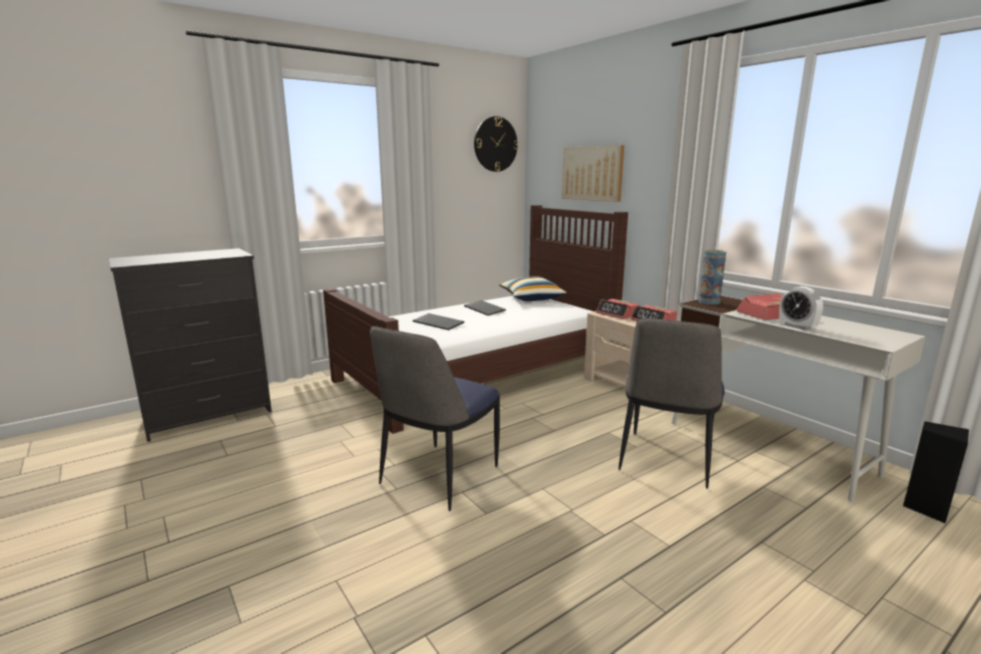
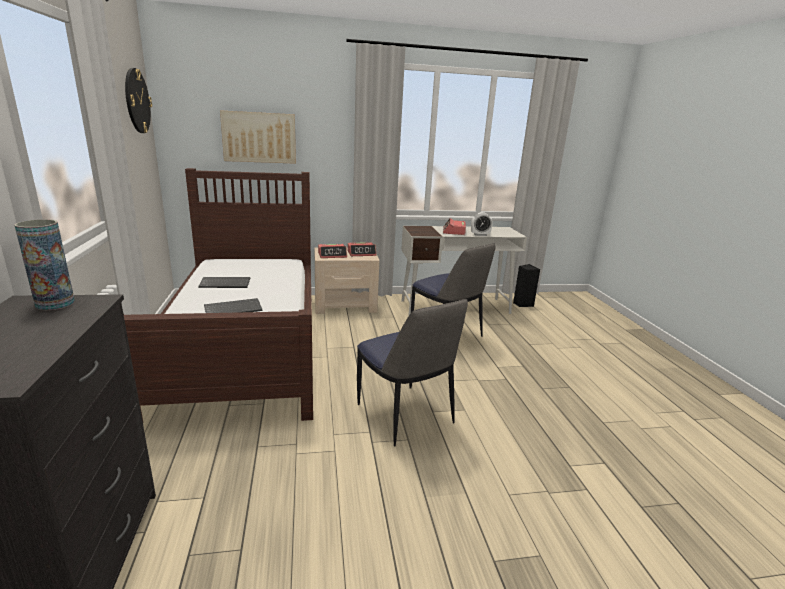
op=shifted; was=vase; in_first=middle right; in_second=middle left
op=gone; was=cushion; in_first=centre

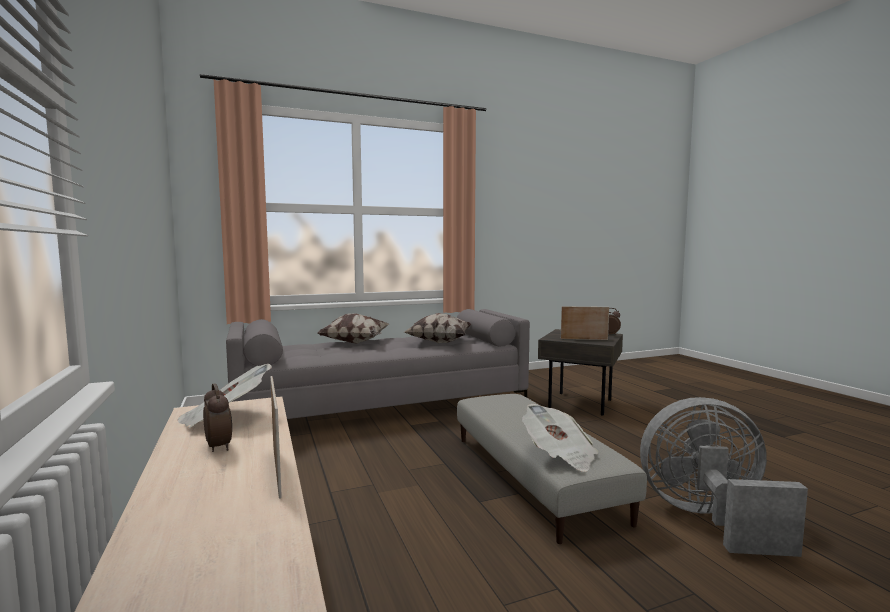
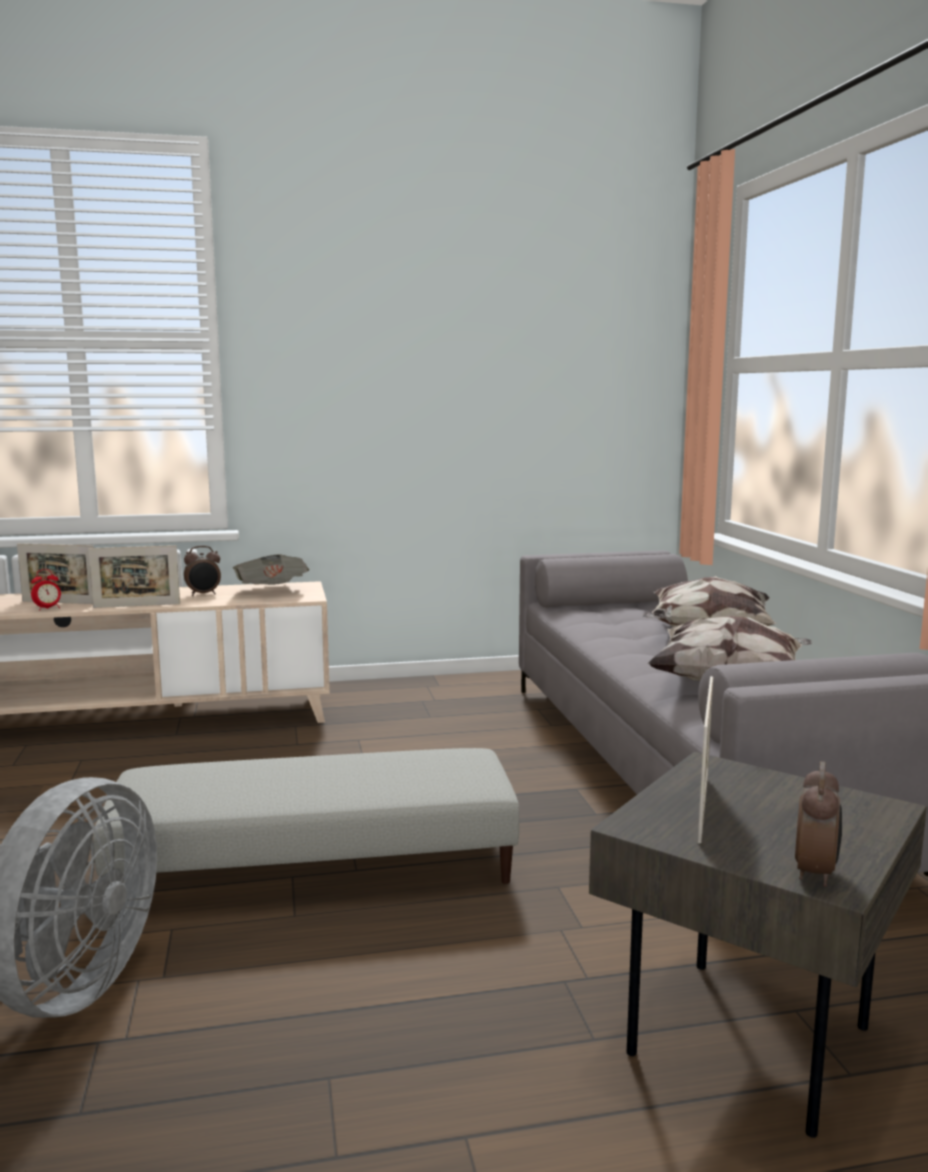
op=gone; was=printed paper (no. 2 from left); in_first=bottom centre
op=new; now=standing frame (no. 1 from left); in_second=middle left
op=new; now=table clock (no. 1 from left); in_second=middle left

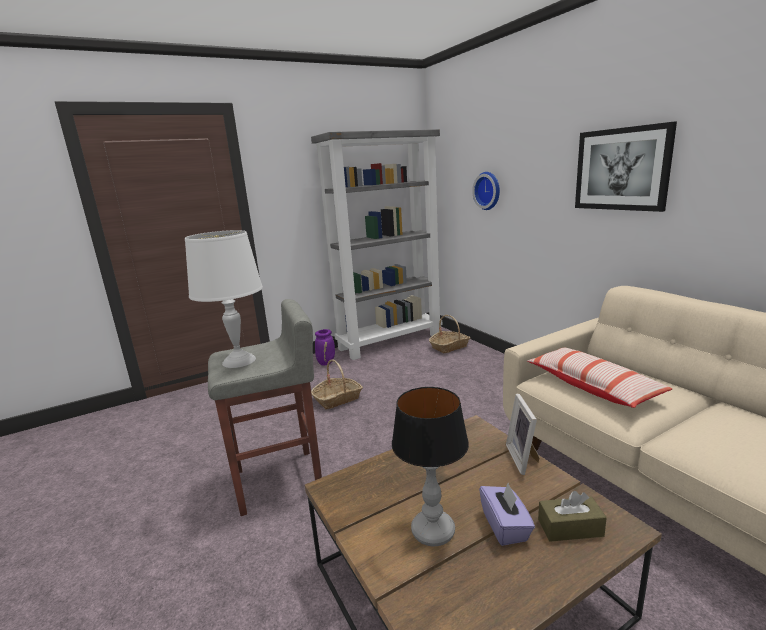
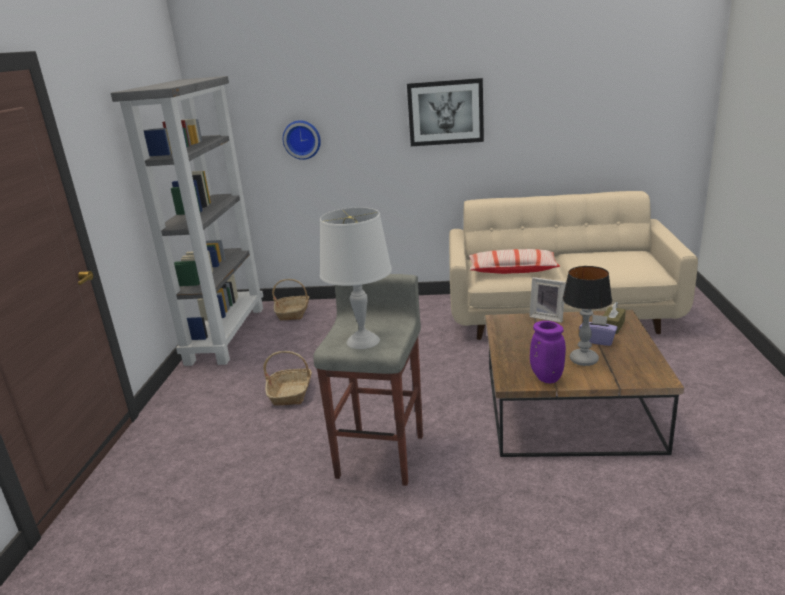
op=shifted; was=purplish vase; in_first=centre; in_second=middle right

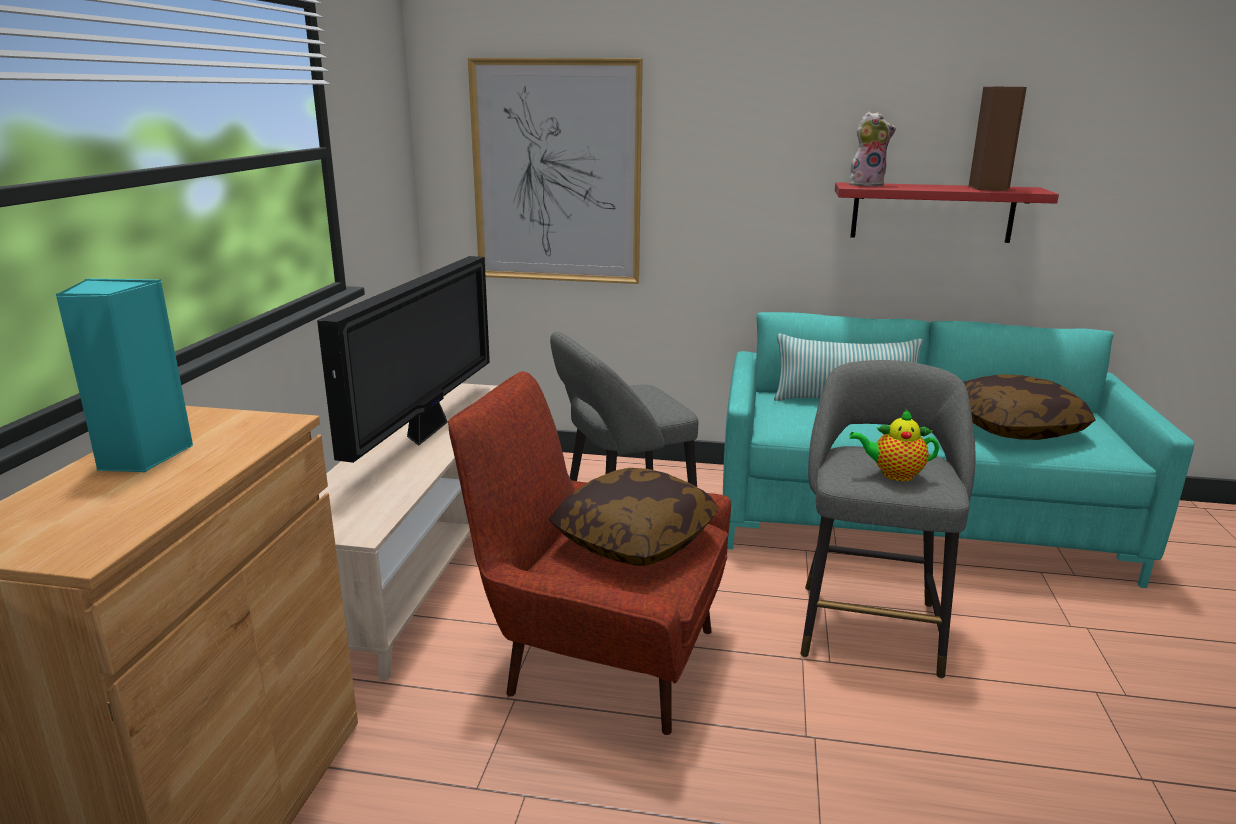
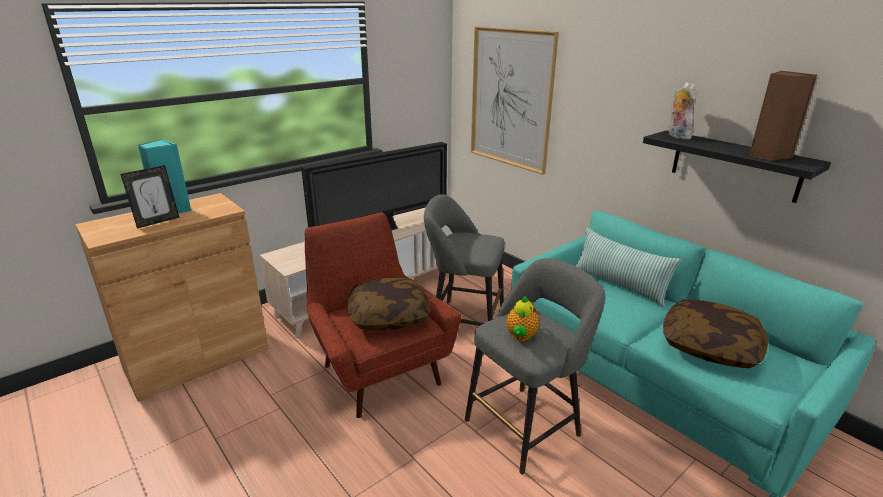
op=rotated; was=plush toy; in_first=top right; in_second=top right; clockwise=-135
op=repainted; was=reddish wall shelf; now=black wall shelf; in_first=top right; in_second=middle right
op=rotated; was=pot for tea; in_first=middle right; in_second=centre; clockwise=-120
op=new; now=standing frame; in_second=middle left

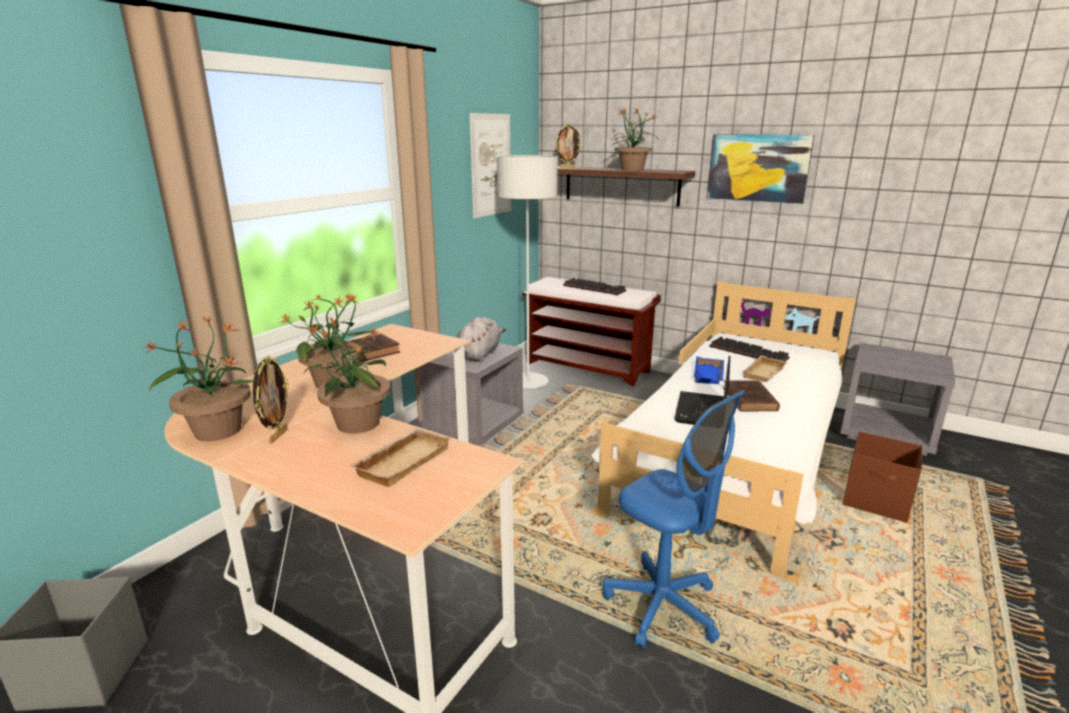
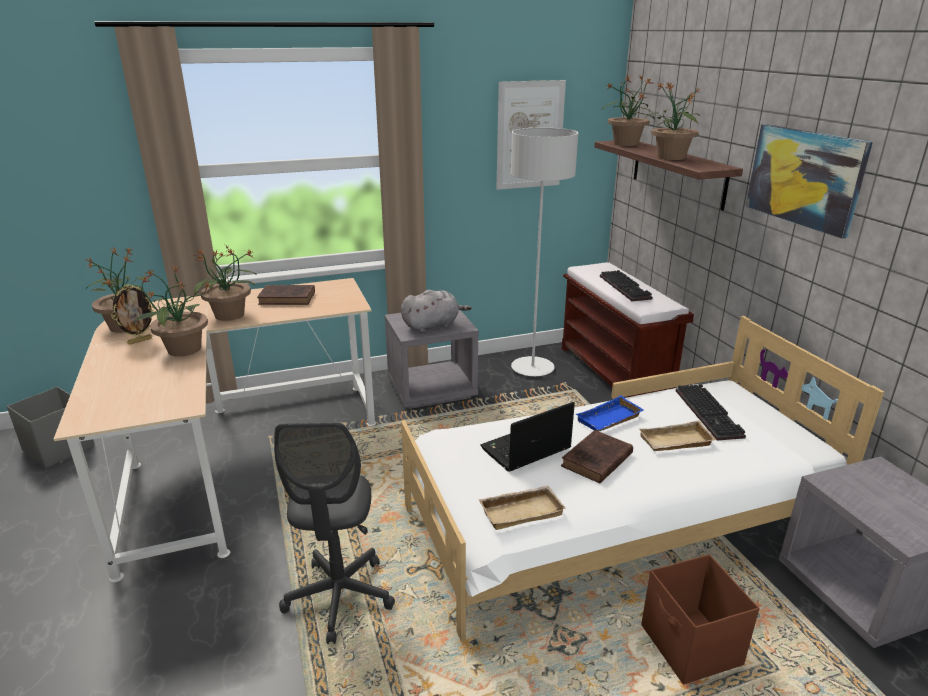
op=swapped; was=standing frame (no. 2 from left); now=plant in a pot (no. 4 from left); in_first=top centre; in_second=top right
op=repainted; was=blue desk chair; now=gray desk chair; in_first=bottom centre; in_second=bottom centre
op=shifted; was=beige serving tray (no. 1 from left); in_first=centre; in_second=bottom centre

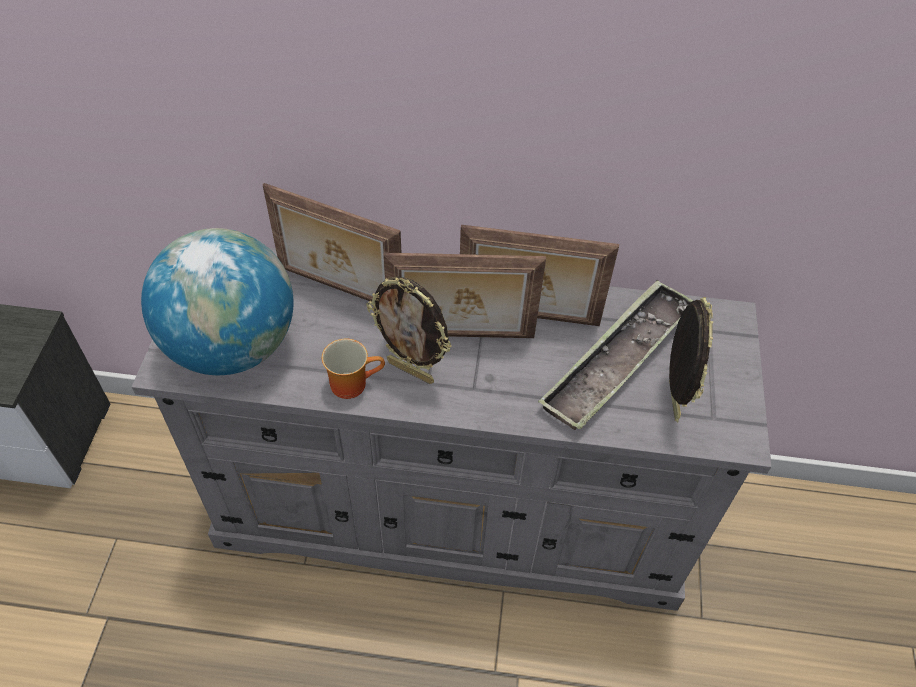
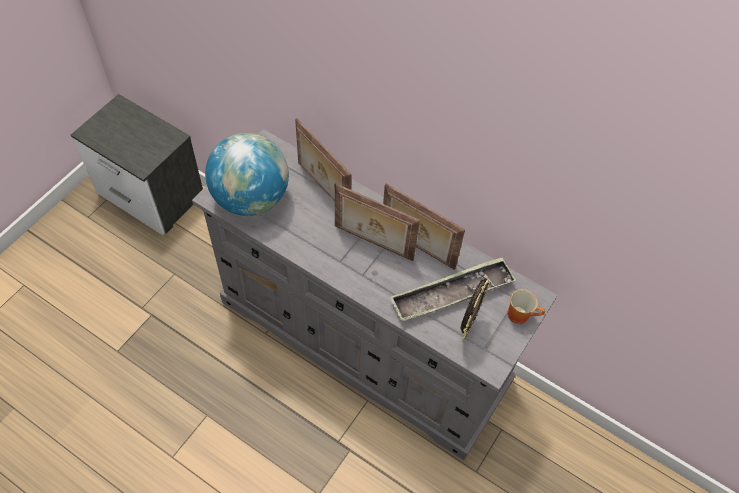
op=gone; was=standing frame (no. 2 from left); in_first=centre
op=shifted; was=tea mug; in_first=centre; in_second=middle right

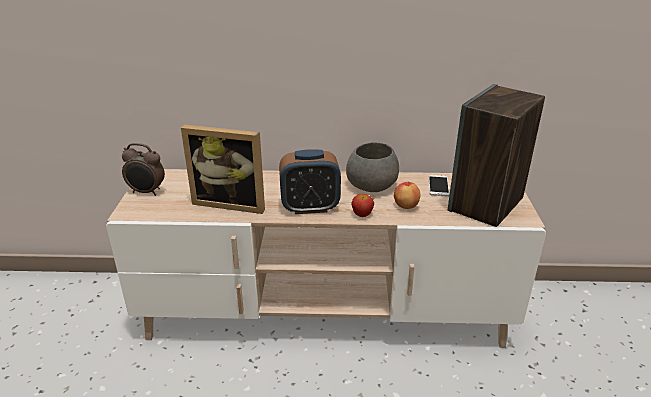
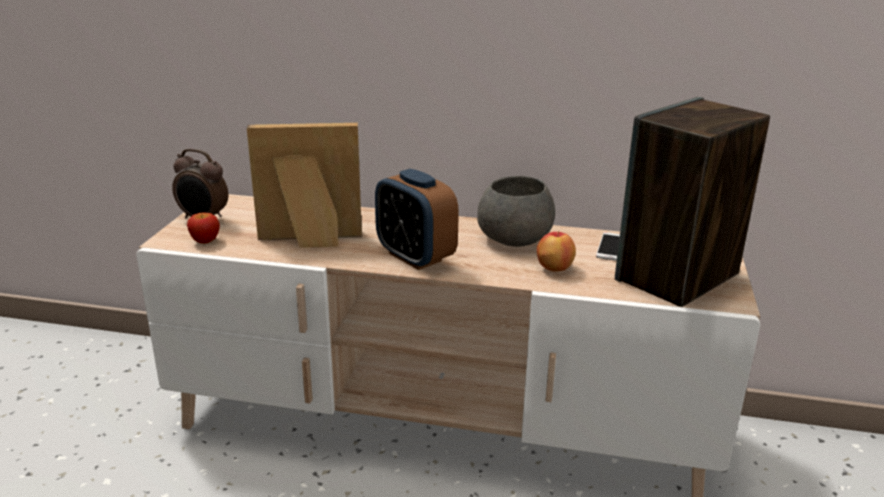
op=rotated; was=standing frame; in_first=centre; in_second=centre; clockwise=150
op=rotated; was=table clock (no. 2 from left); in_first=centre; in_second=centre; clockwise=45
op=shifted; was=whole apple (no. 1 from left); in_first=centre; in_second=middle left

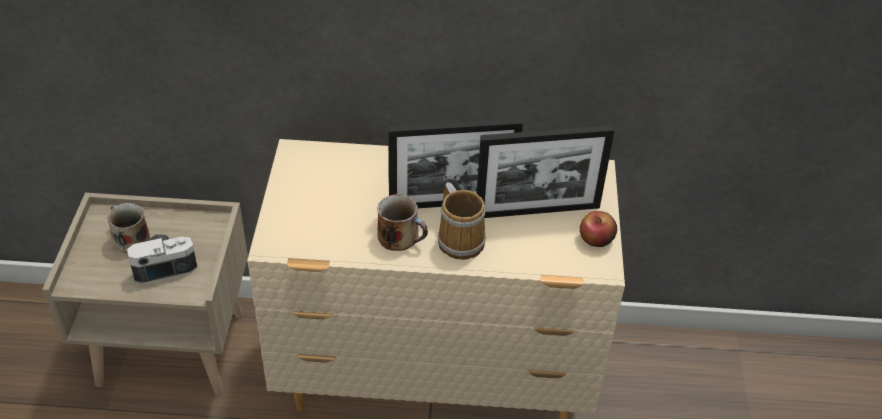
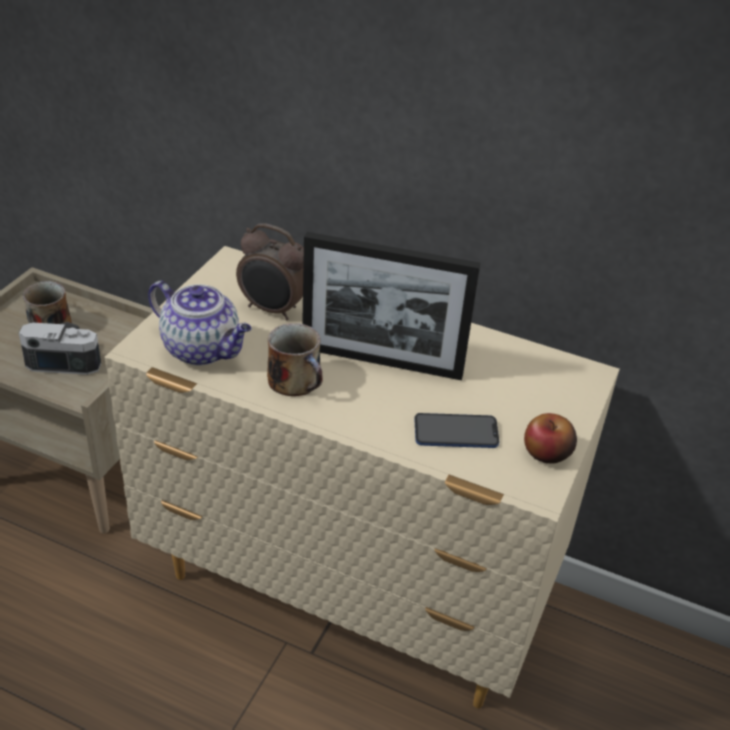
op=gone; was=standing frame (no. 2 from left); in_first=centre
op=gone; was=tea mug (no. 3 from left); in_first=centre
op=new; now=table clock; in_second=centre
op=new; now=pot for tea; in_second=middle left
op=new; now=phone; in_second=centre

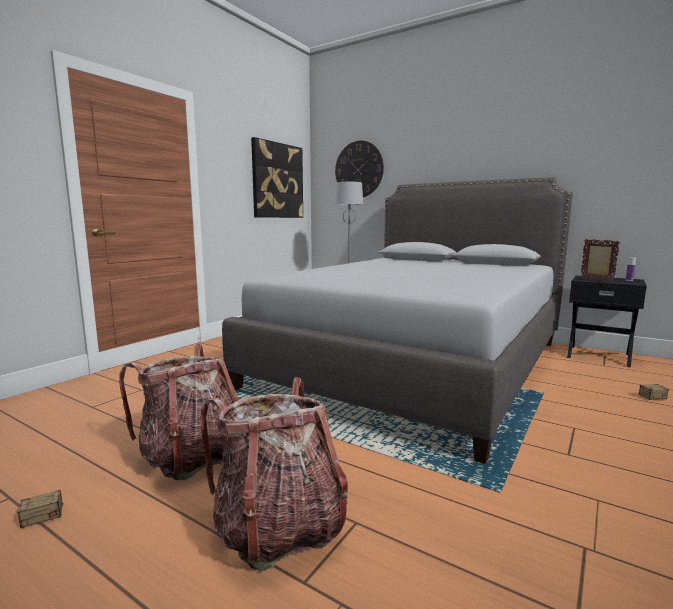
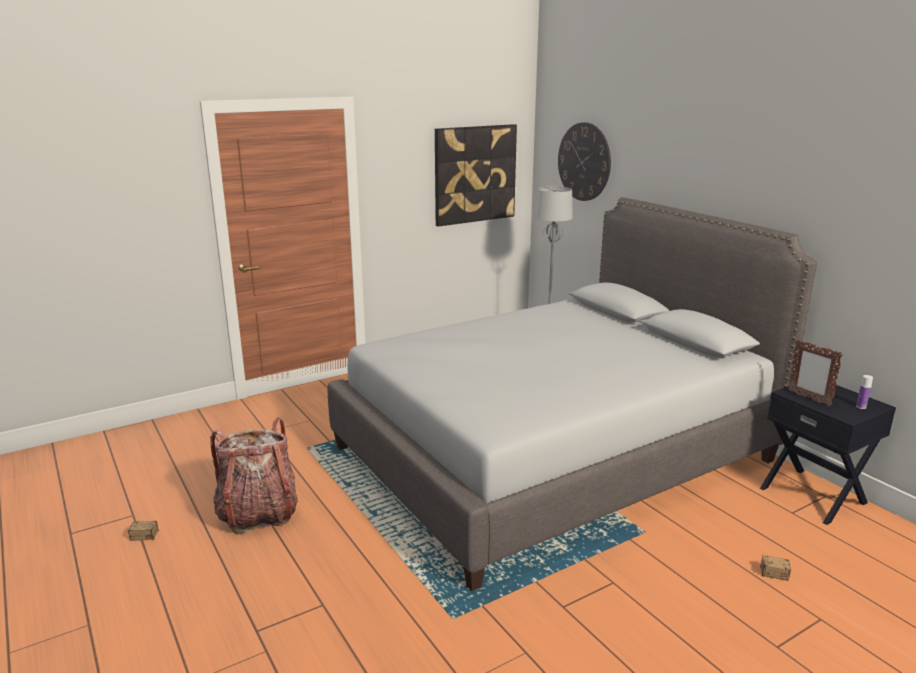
op=rotated; was=standing frame; in_first=middle right; in_second=middle right; clockwise=150
op=gone; was=rucksack (no. 2 from left); in_first=bottom centre

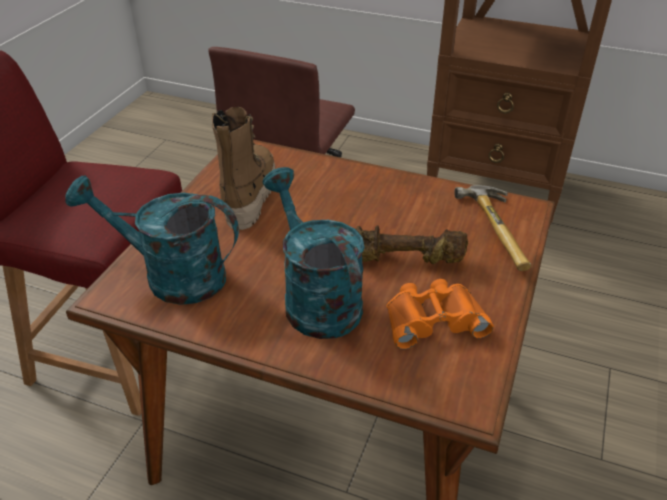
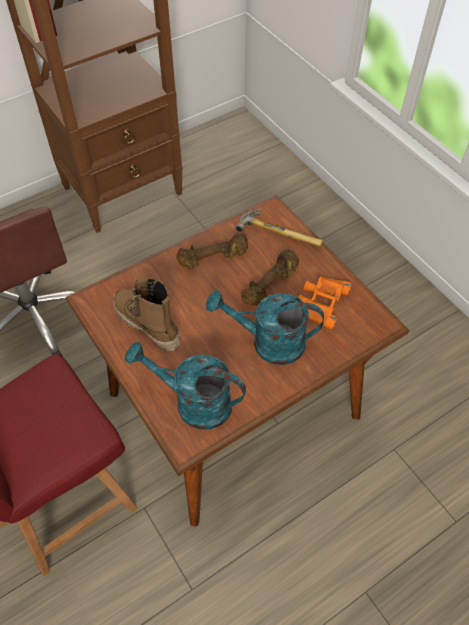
op=rotated; was=turquoise-coloured watering can (no. 1 from left); in_first=middle left; in_second=centre; clockwise=60
op=new; now=brown-coloured hand weight (no. 1 from left); in_second=centre

